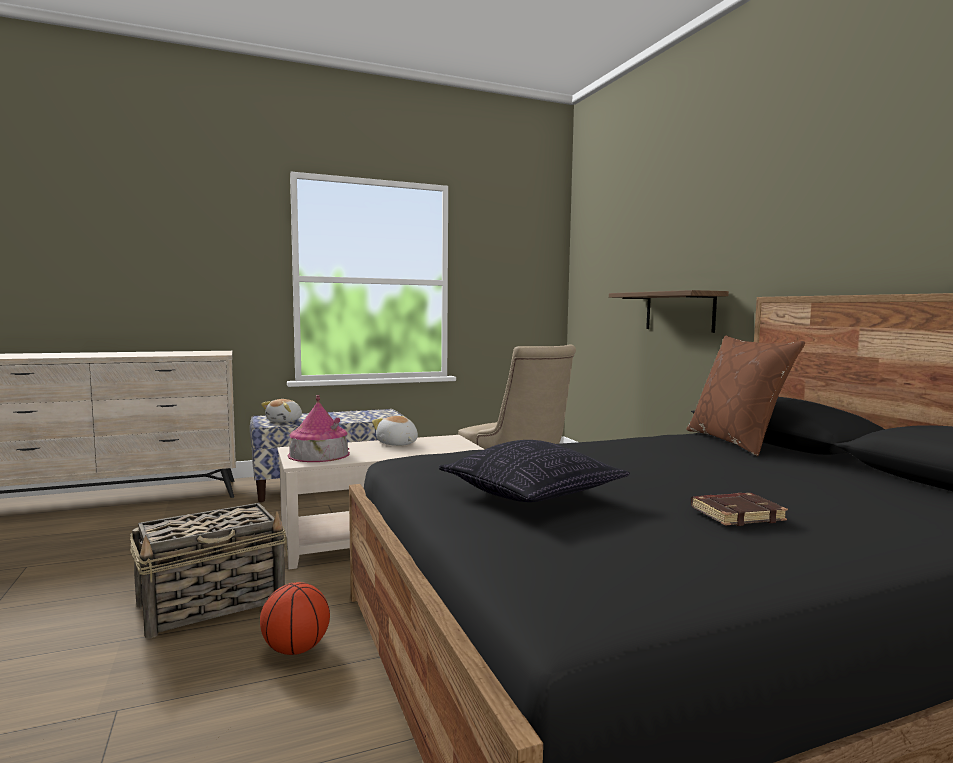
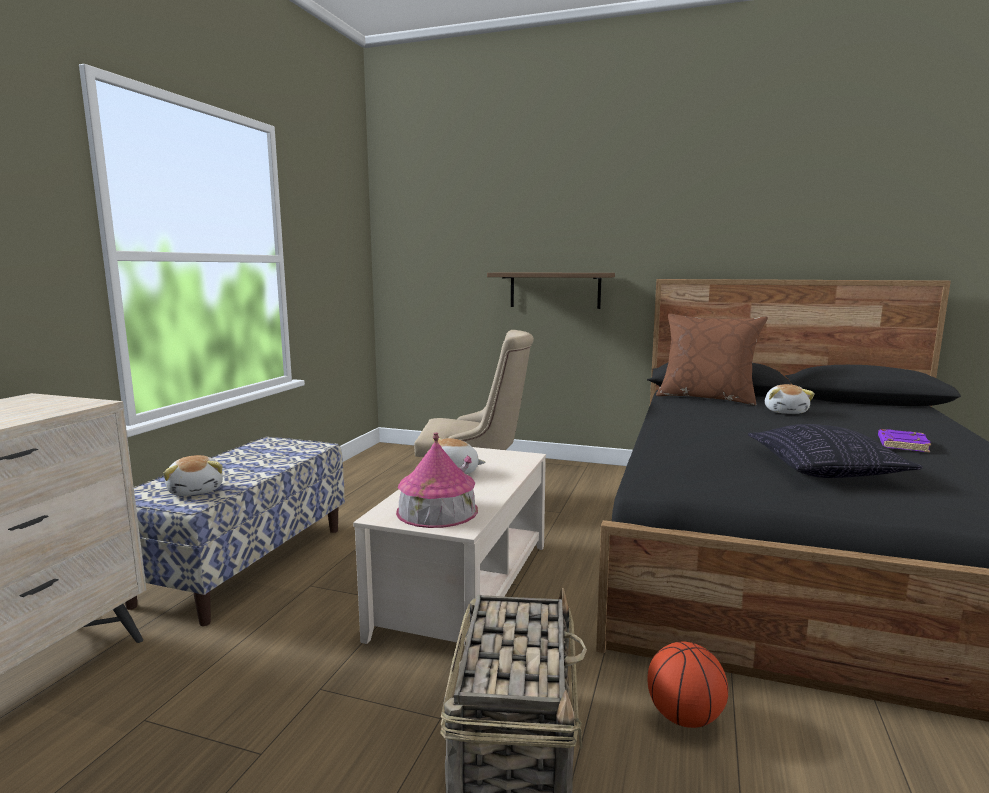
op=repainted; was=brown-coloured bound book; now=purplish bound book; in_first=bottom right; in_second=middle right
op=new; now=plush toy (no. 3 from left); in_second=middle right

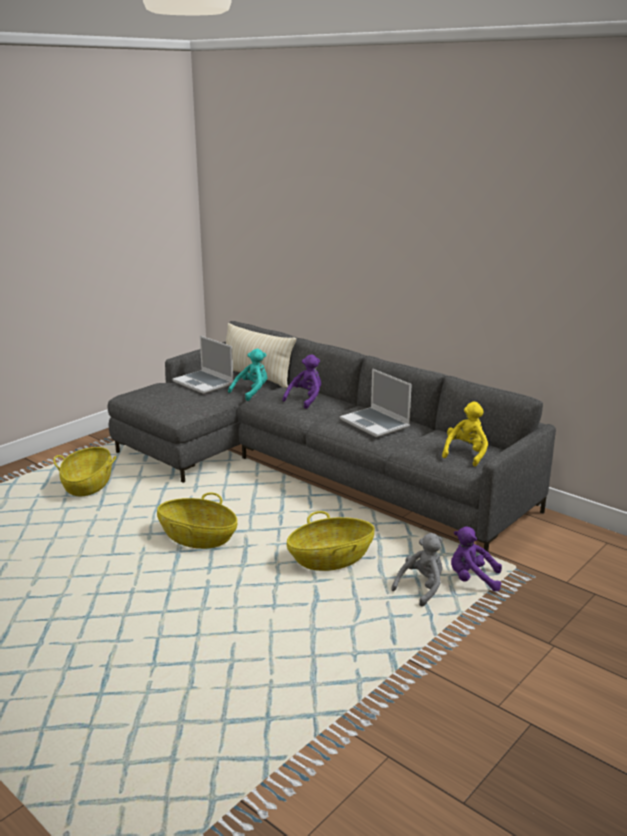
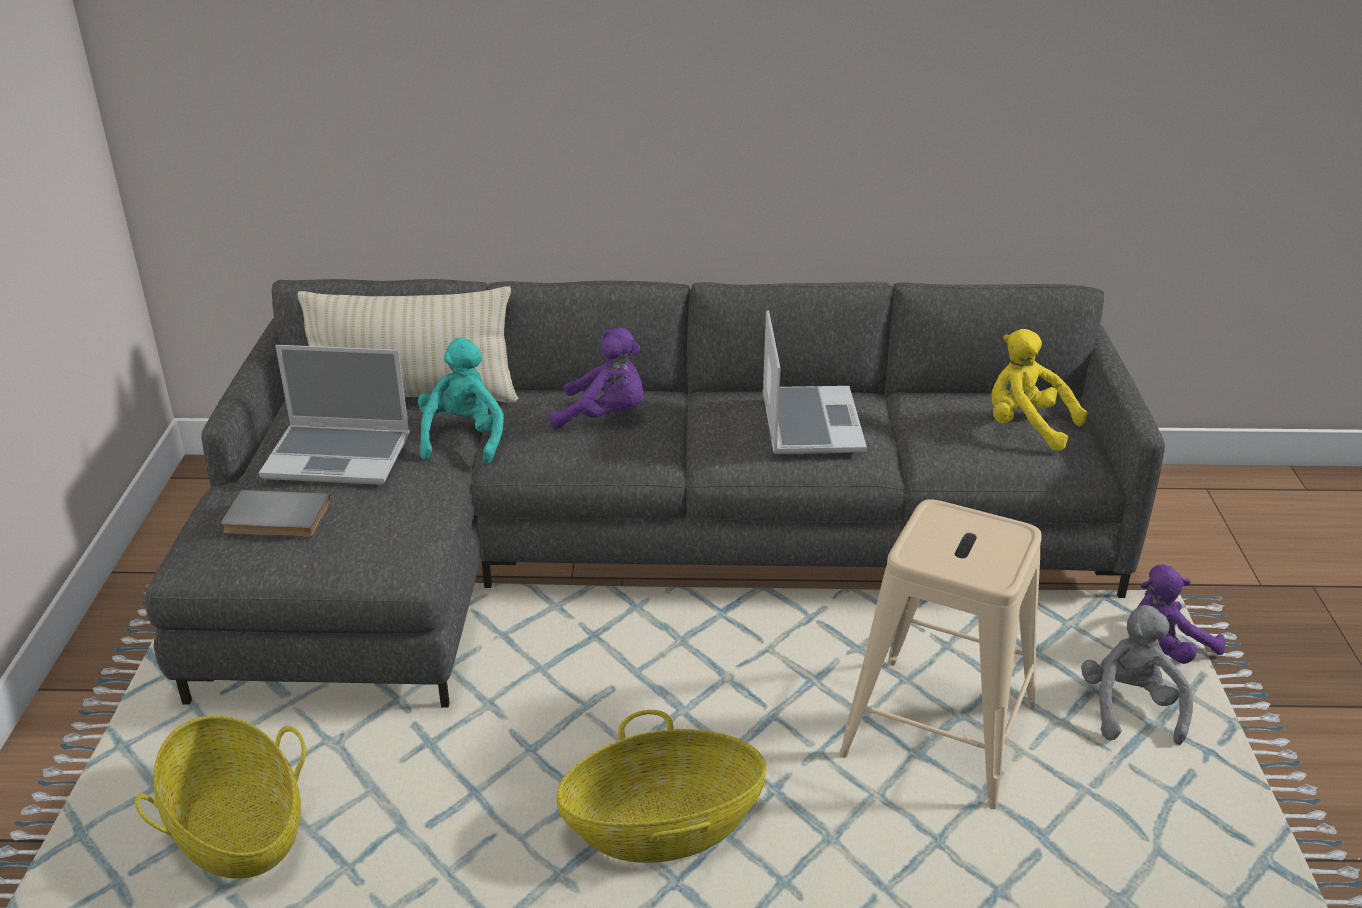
op=rotated; was=purplish plush toy (no. 1 from left); in_first=centre; in_second=centre; clockwise=105
op=rotated; was=laptop (no. 2 from left); in_first=centre; in_second=centre; clockwise=-105
op=rotated; was=yellow-coloured plush toy; in_first=middle right; in_second=middle right; clockwise=-45
op=swapped; was=storage basket (no. 3 from left); now=beige stool seat; in_first=centre; in_second=bottom right
op=new; now=gray bound book; in_second=middle left

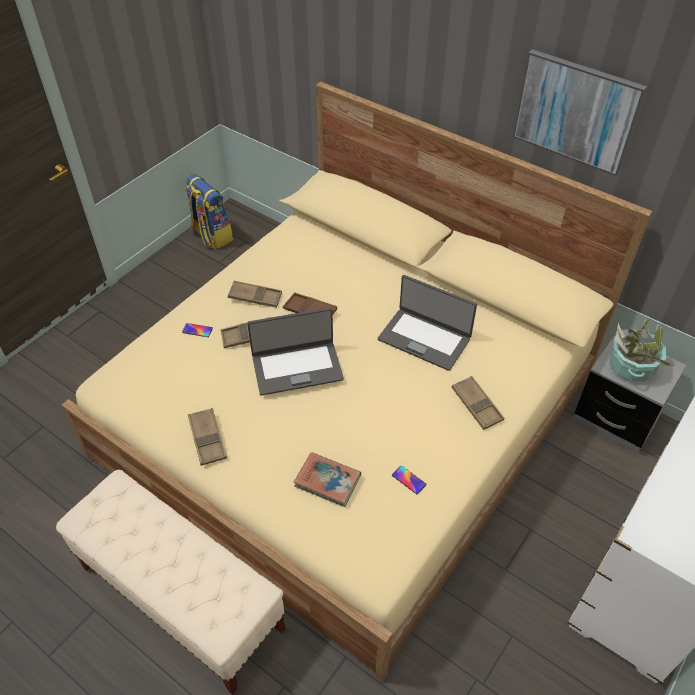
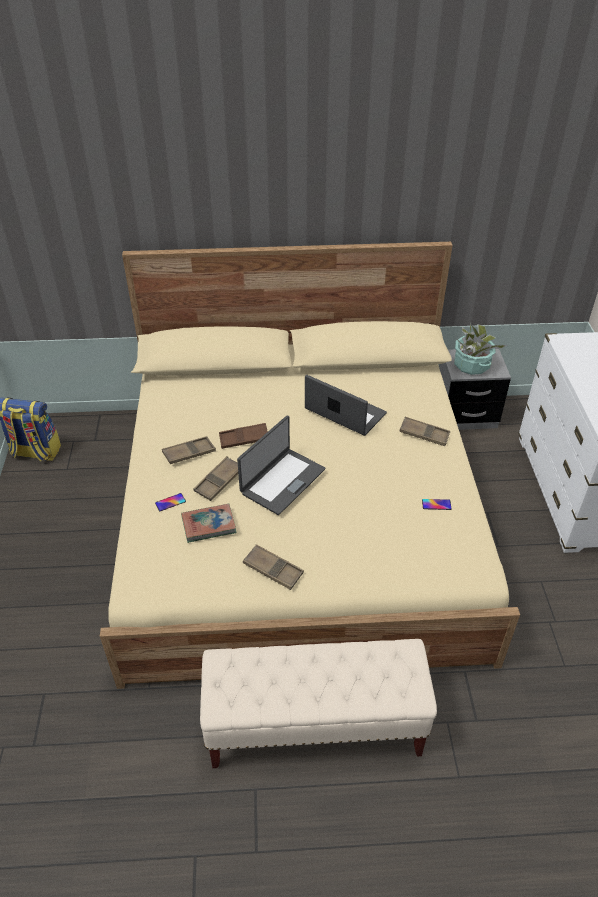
op=gone; was=wall art; in_first=top right
op=rotated; was=laptop (no. 2 from left); in_first=centre; in_second=centre; clockwise=-135
op=shifted; was=bound book; in_first=bottom centre; in_second=centre

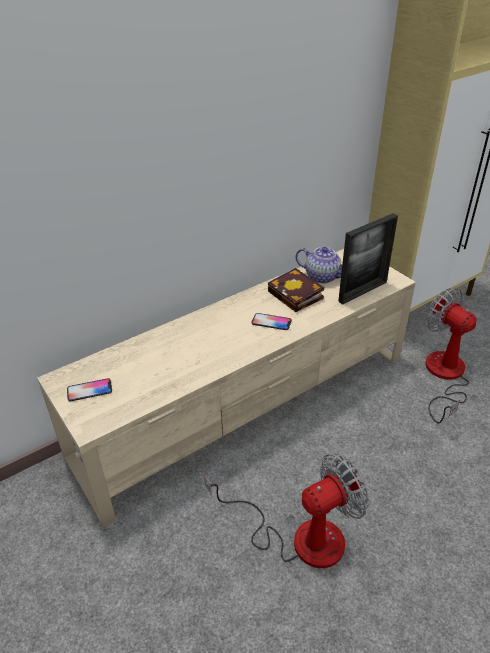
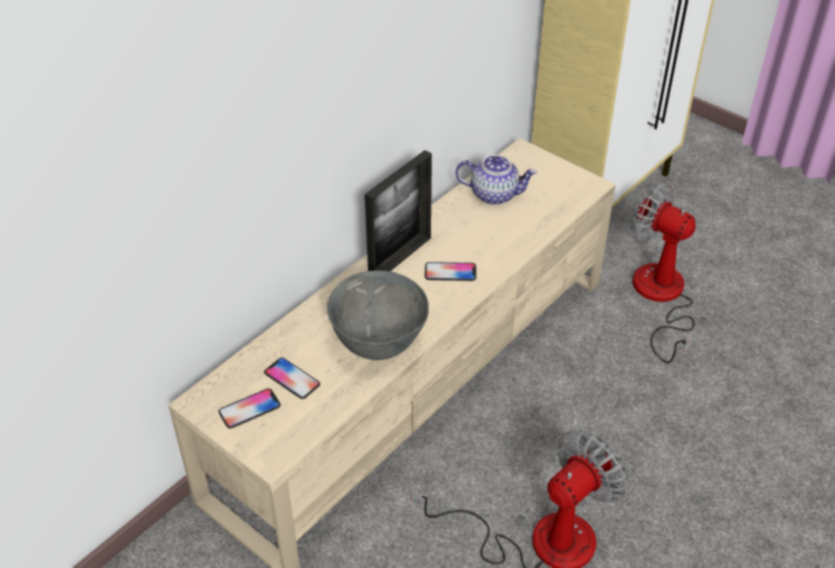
op=shifted; was=standing frame; in_first=middle right; in_second=centre
op=gone; was=bound book; in_first=centre
op=new; now=gray bowl; in_second=centre
op=new; now=phone (no. 2 from left); in_second=centre

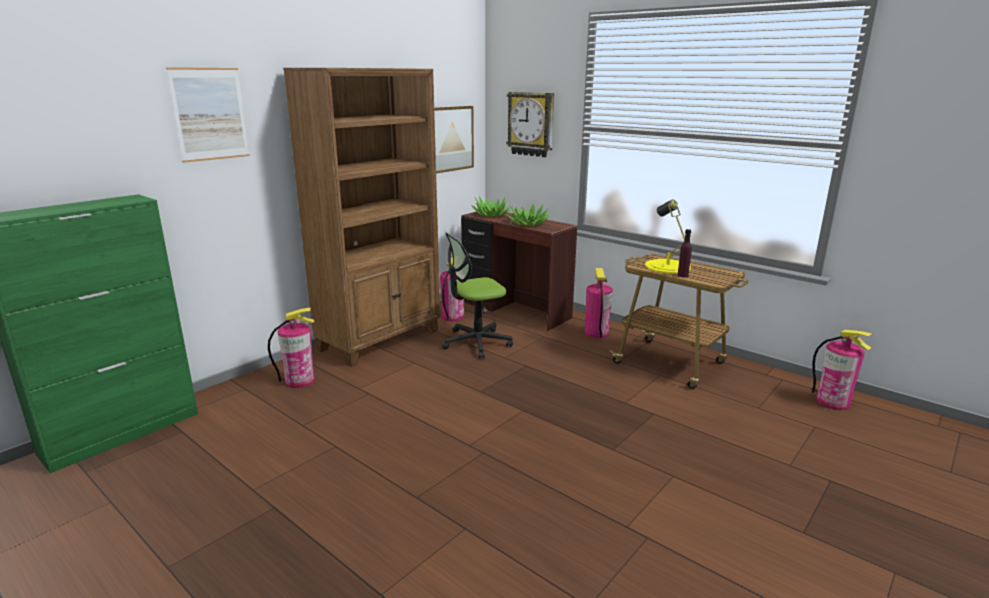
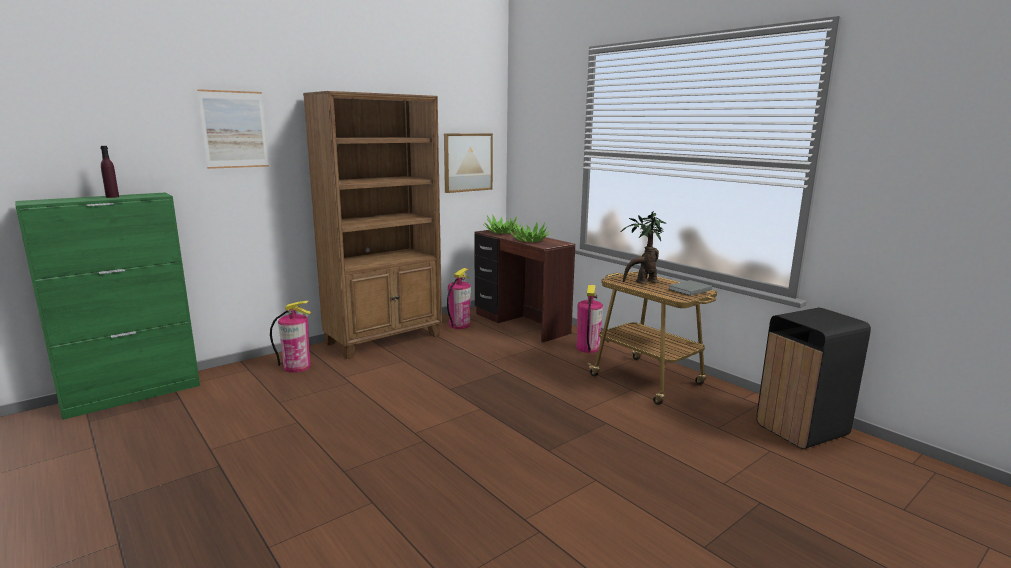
op=gone; was=hanging clock; in_first=top centre
op=swapped; was=yellow-coloured tabletop lamp; now=plant in a pot (no. 3 from left); in_first=middle right; in_second=centre
op=shifted; was=purplish drink bottle; in_first=middle right; in_second=top left
op=gone; was=desk chair; in_first=centre
op=swapped; was=fire extinguisher (no. 4 from left); now=black trash can; in_first=middle right; in_second=middle right
op=new; now=gray bound book; in_second=middle right

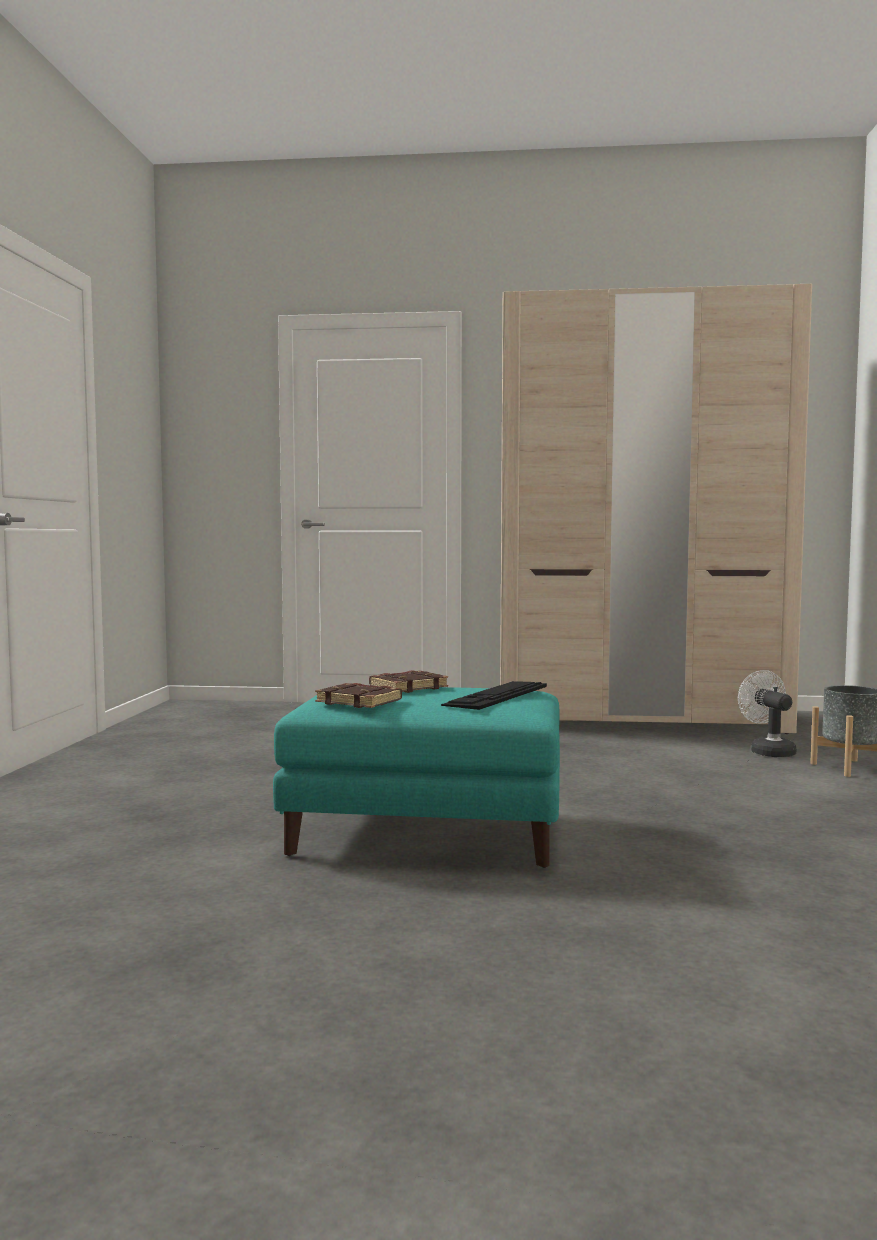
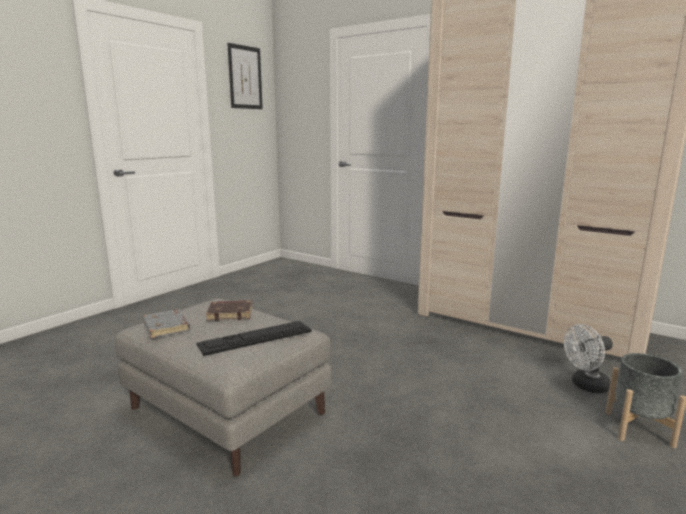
op=rotated; was=white-coloured cooling fan; in_first=middle right; in_second=bottom right; clockwise=-120
op=repainted; was=brown-coloured bound book (no. 1 from left); now=gray bound book; in_first=centre; in_second=middle left
op=repainted; was=turquoise-coloured footrest; now=gray footrest; in_first=centre; in_second=bottom left
op=new; now=wall art; in_second=top centre

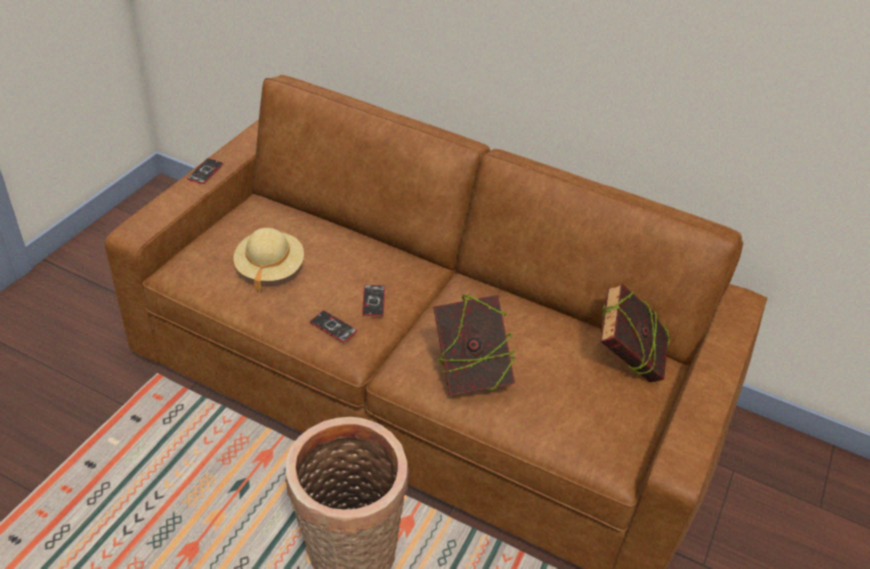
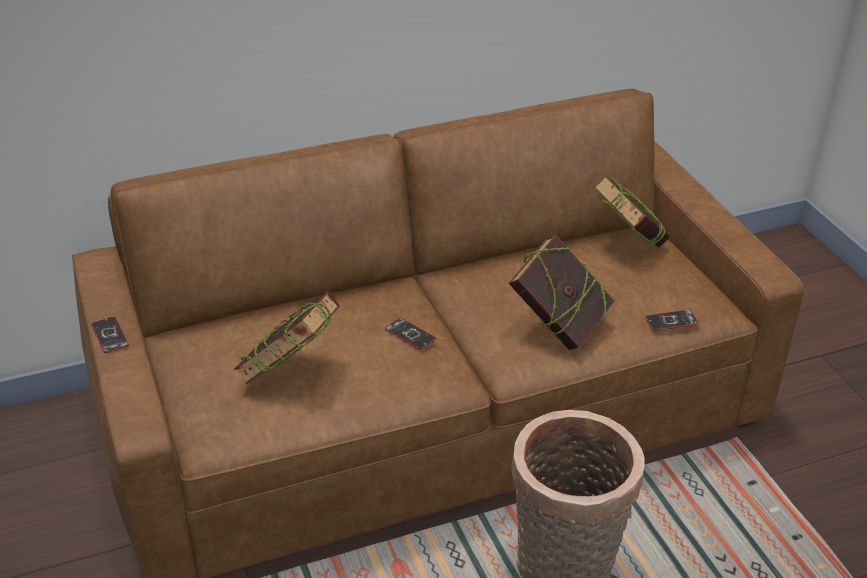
op=swapped; was=beige hat; now=bound book (no. 1 from left); in_first=middle left; in_second=middle left
op=shifted; was=phone (no. 2 from left in the first image); now=phone (no. 3 from left); in_first=centre; in_second=middle right

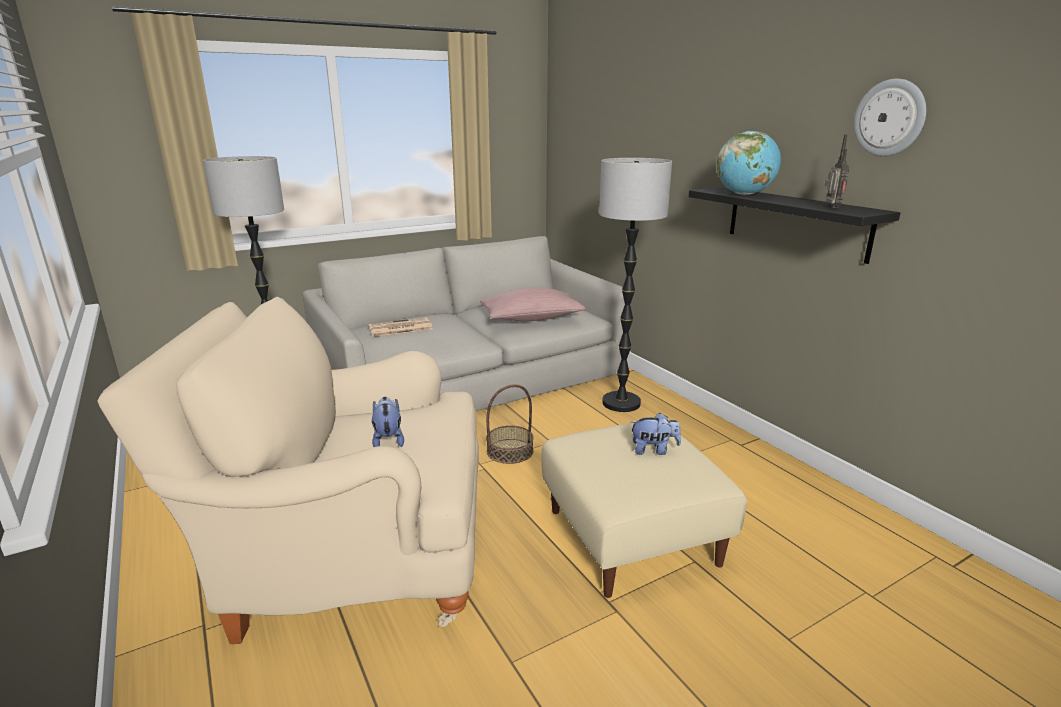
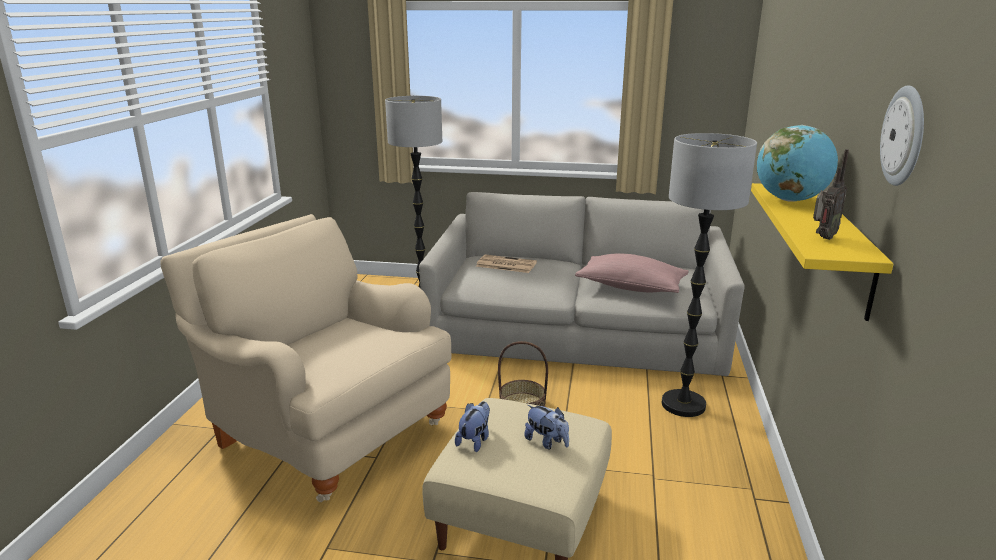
op=repainted; was=black wall shelf; now=yellow-coloured wall shelf; in_first=top right; in_second=middle right
op=shifted; was=plush toy (no. 1 from left); in_first=centre; in_second=bottom centre

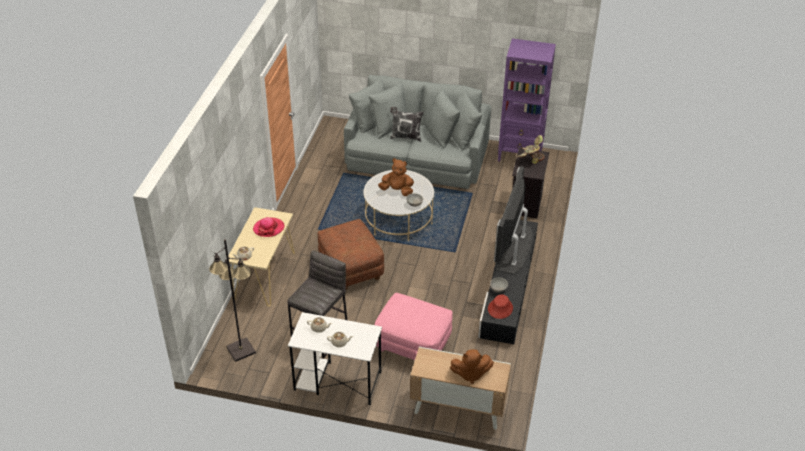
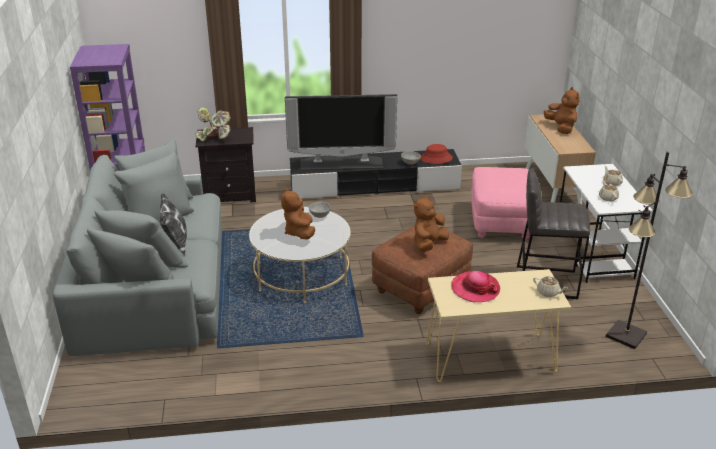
op=new; now=brown-coloured plush toy (no. 2 from left); in_second=centre

